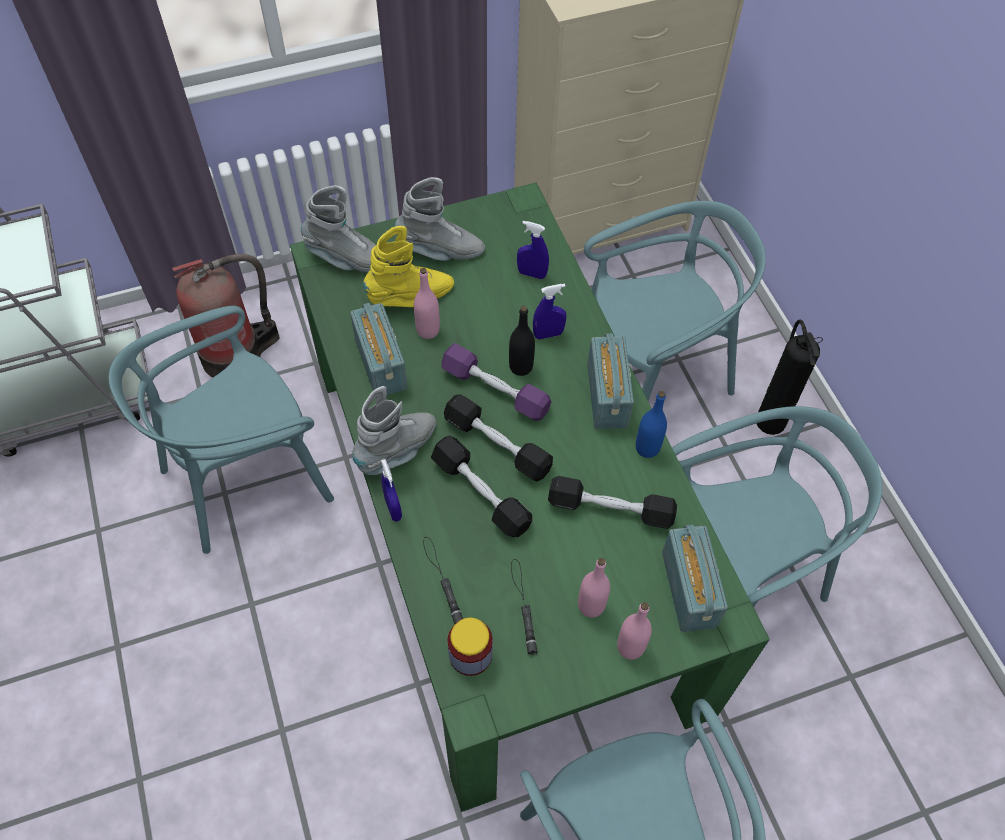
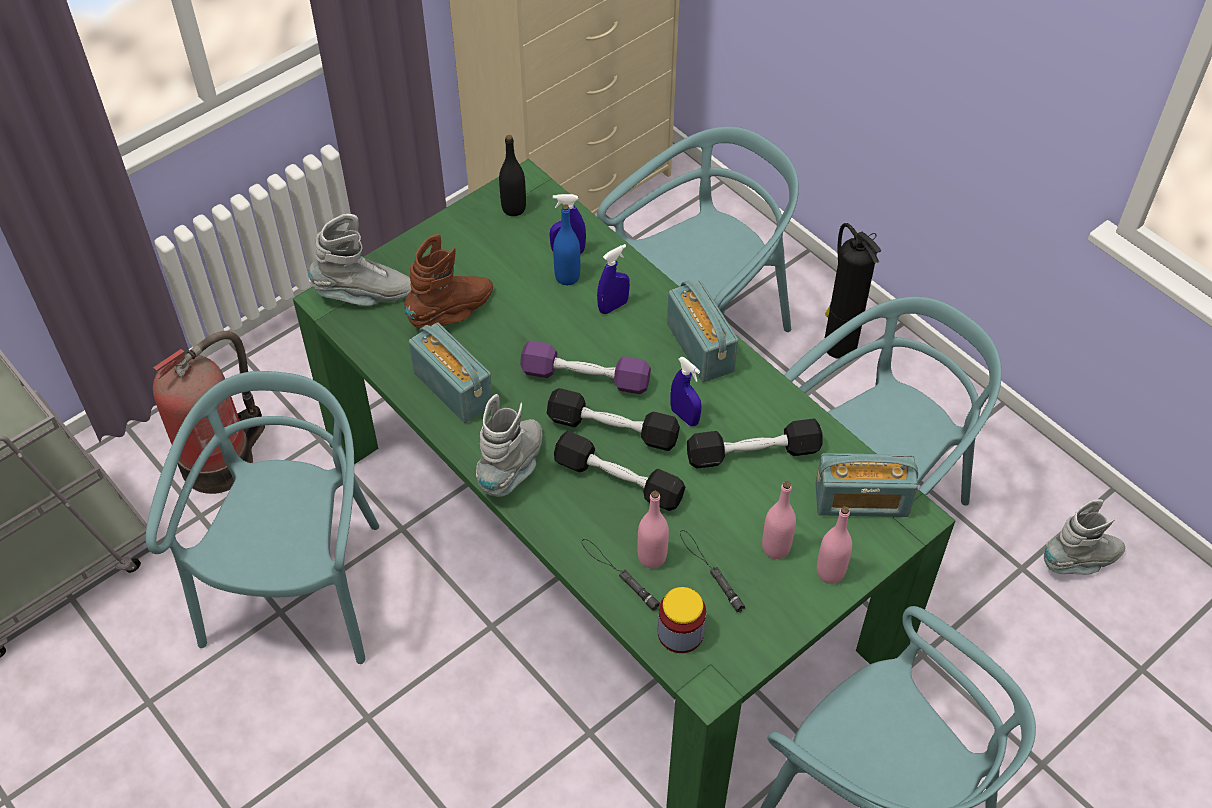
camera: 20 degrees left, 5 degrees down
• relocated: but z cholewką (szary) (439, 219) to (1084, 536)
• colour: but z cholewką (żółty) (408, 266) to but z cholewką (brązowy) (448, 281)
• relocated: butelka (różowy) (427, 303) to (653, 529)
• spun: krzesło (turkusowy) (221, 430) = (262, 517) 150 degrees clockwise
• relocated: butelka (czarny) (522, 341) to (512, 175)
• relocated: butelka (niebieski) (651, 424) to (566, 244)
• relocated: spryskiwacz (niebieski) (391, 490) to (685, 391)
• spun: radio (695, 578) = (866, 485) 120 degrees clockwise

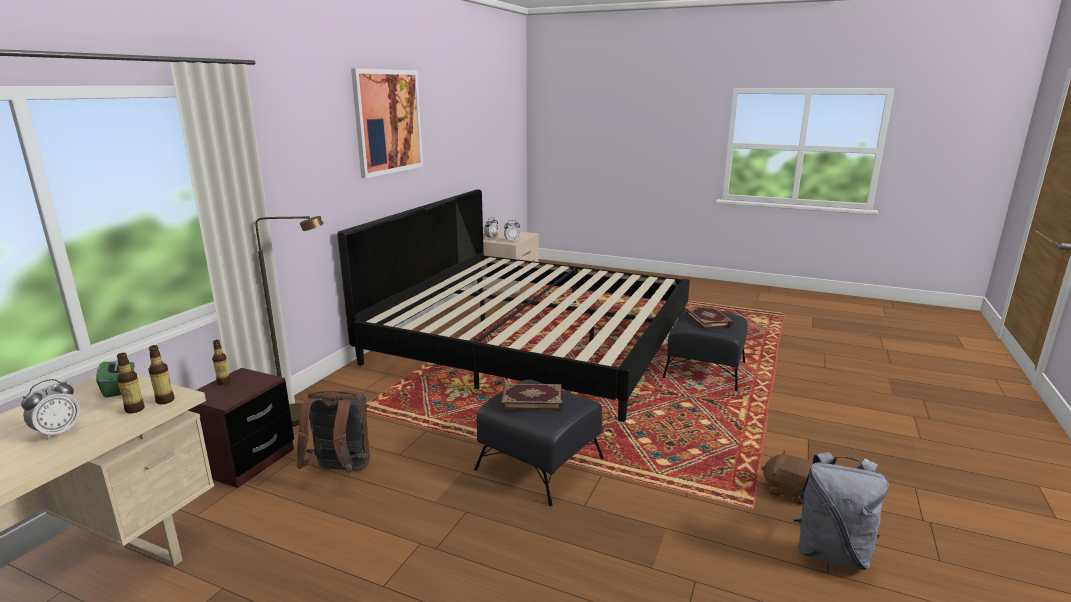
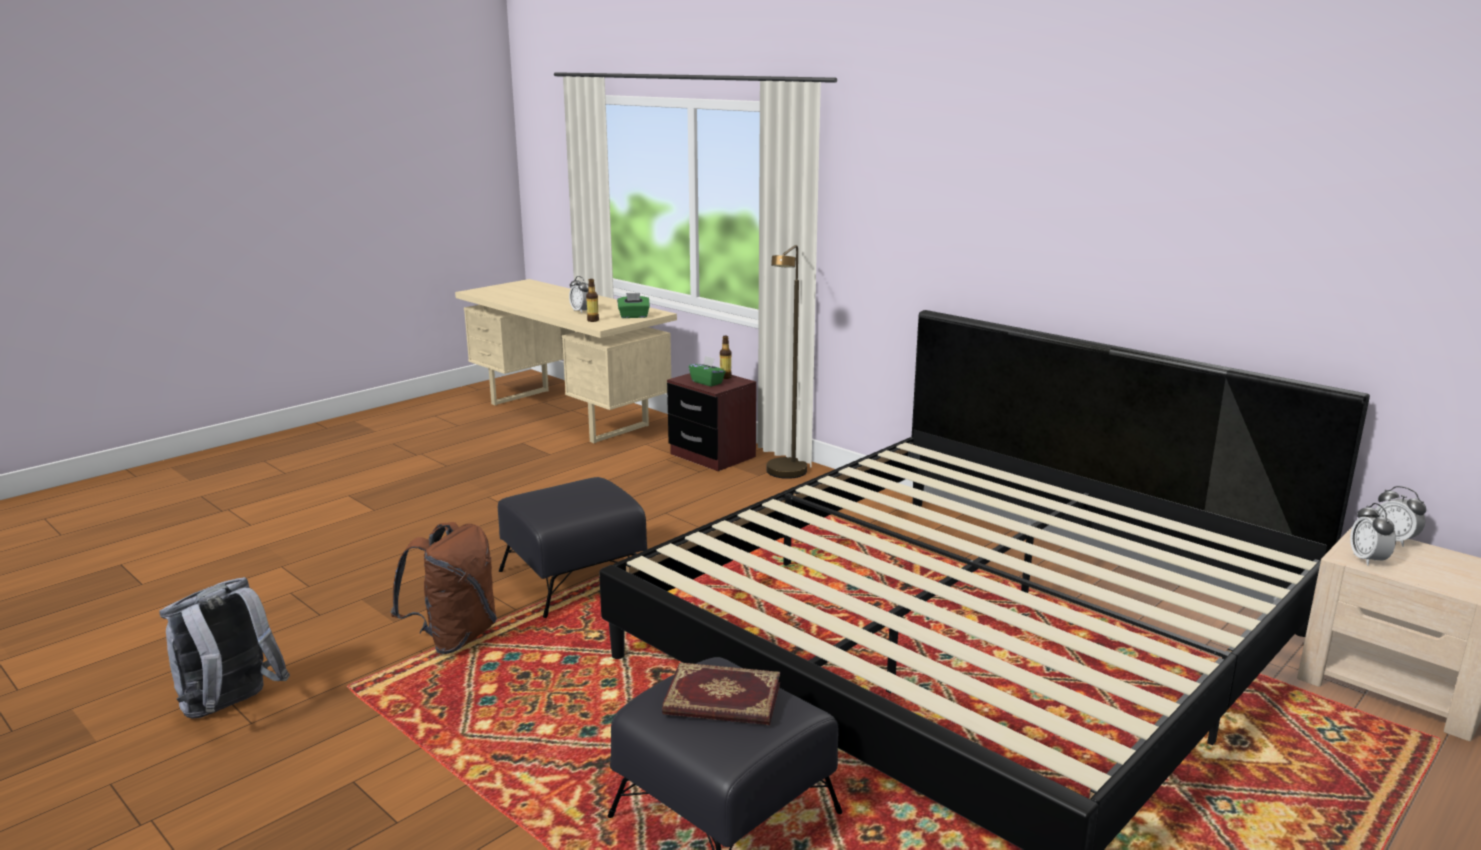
camera: 110 degrees right, 0 degrees up
• missing: obraz (387, 123)
• missing: butelka (161, 374)
• missing: książka (531, 396)
• relocated: plecak (brązowy) (333, 432) to (444, 588)
• missing: pluszak (brązowy) (787, 478)
• appeared: pudełko chusteczek (zielony) (707, 371)

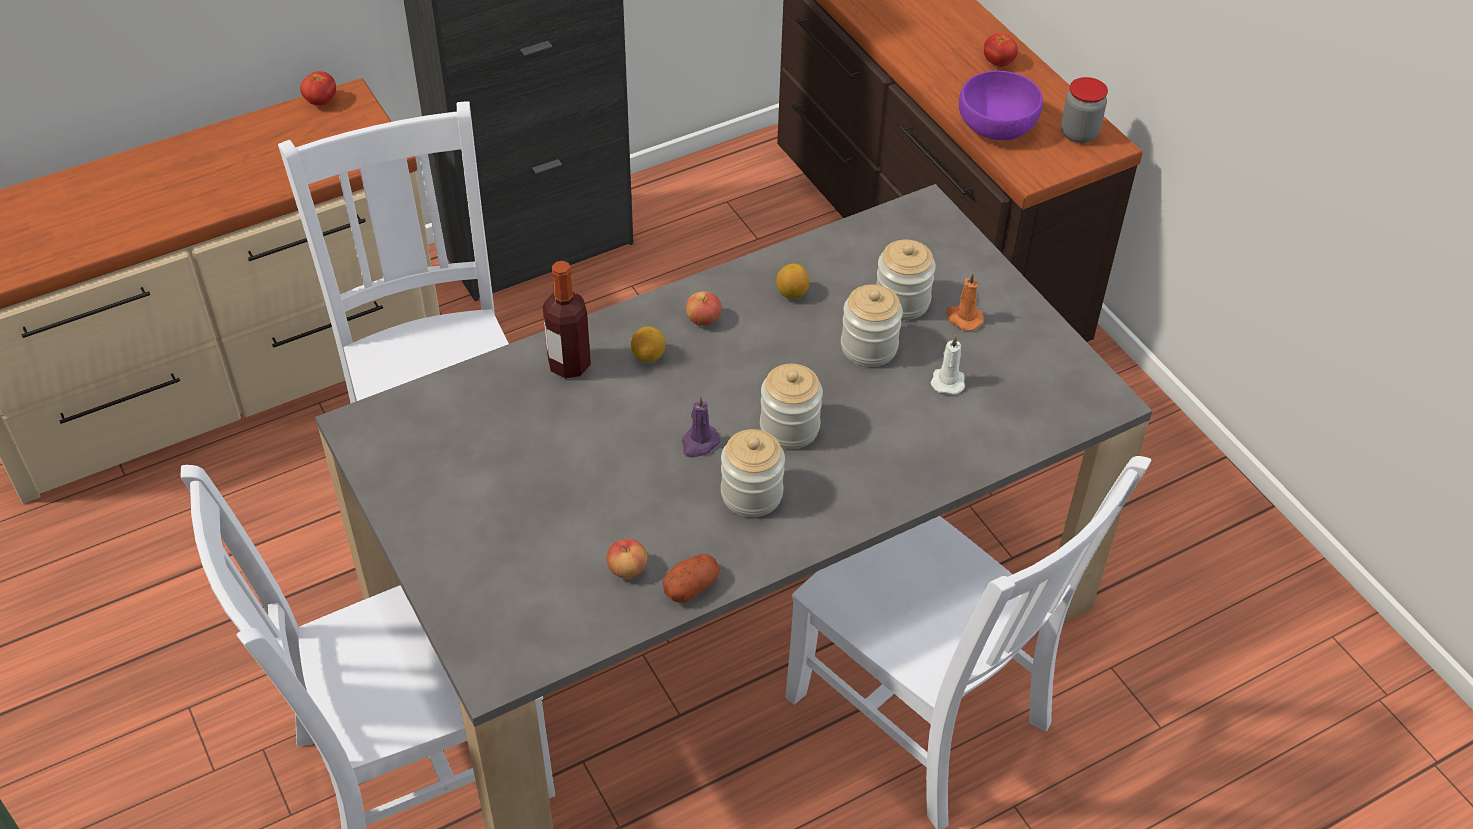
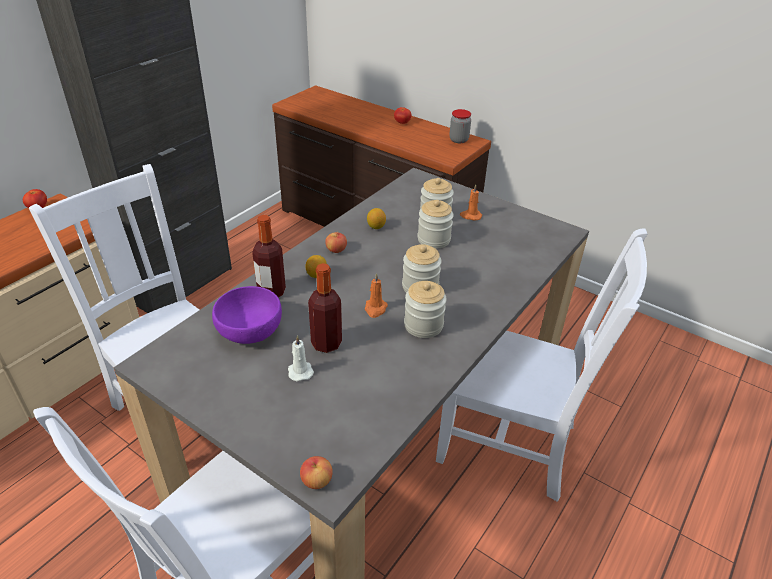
camera: 25 degrees left, 10 degrees down
• relocated: miska (fioletowy) (1001, 105) to (247, 315)
• relocated: świeca (biały) (948, 365) to (301, 358)
• colour: świeca (fioletowy) (701, 427) to świeca (pomarańczowy) (376, 295)
• relocated: jabłko (627, 558) to (316, 472)
• missing: ziemniak (691, 578)
• appeared: butelka (325, 308)

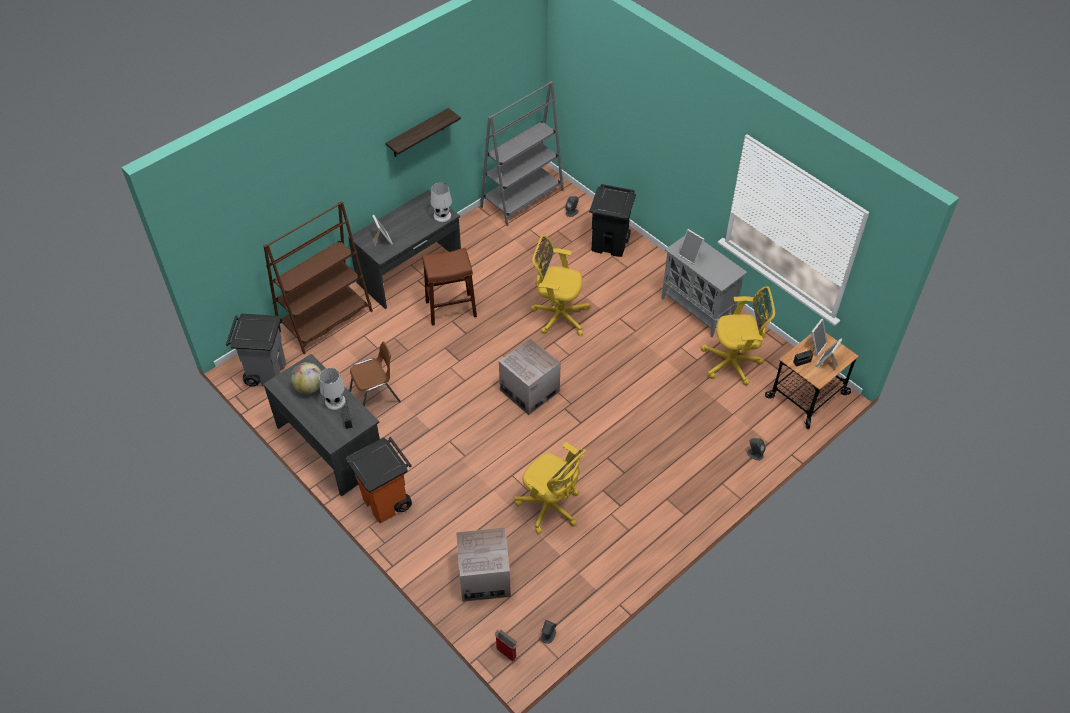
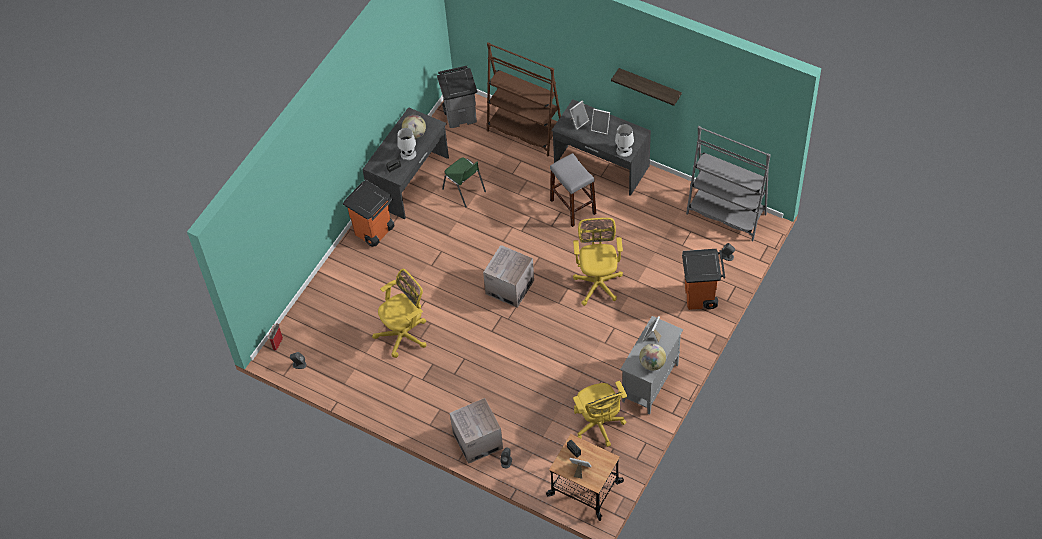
camera: 75 degrees right, 5 degrees up
• colour: kosz na śmieci (czarny) (612, 220) to kosz na śmieci (pomarańczowy) (703, 279)
• colour: stołek (brązowy) (449, 286) to stołek (szary) (573, 190)
• relocated: ramka na zdjęcie (815, 337) to (600, 121)
• colour: krzesło (brązowy) (375, 374) to krzesło (zielony) (464, 183)
• spun: krzesło biurowe (żółty) (550, 488) = (399, 313) 150 degrees counterclockwise
• relocated: karton (483, 565) to (476, 431)
• appeared: globus (652, 357)

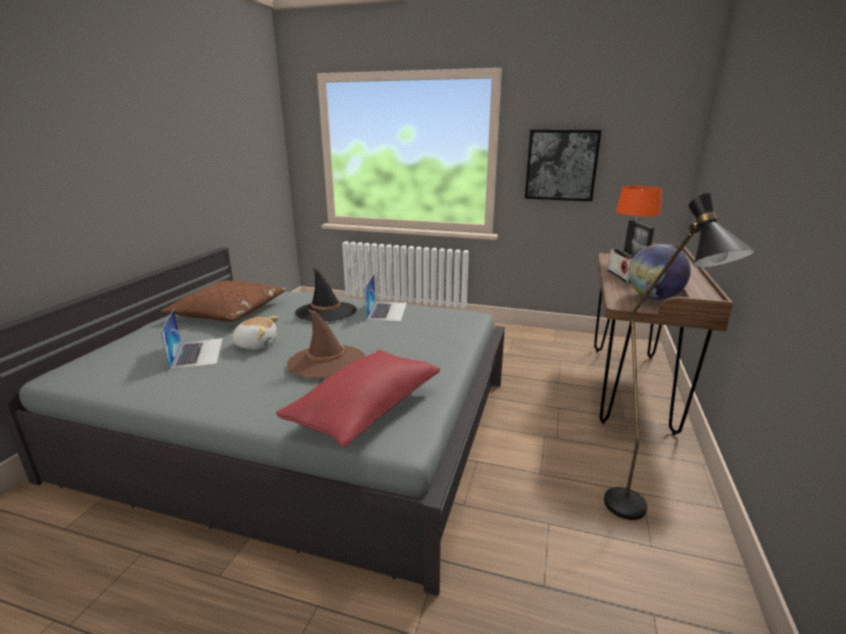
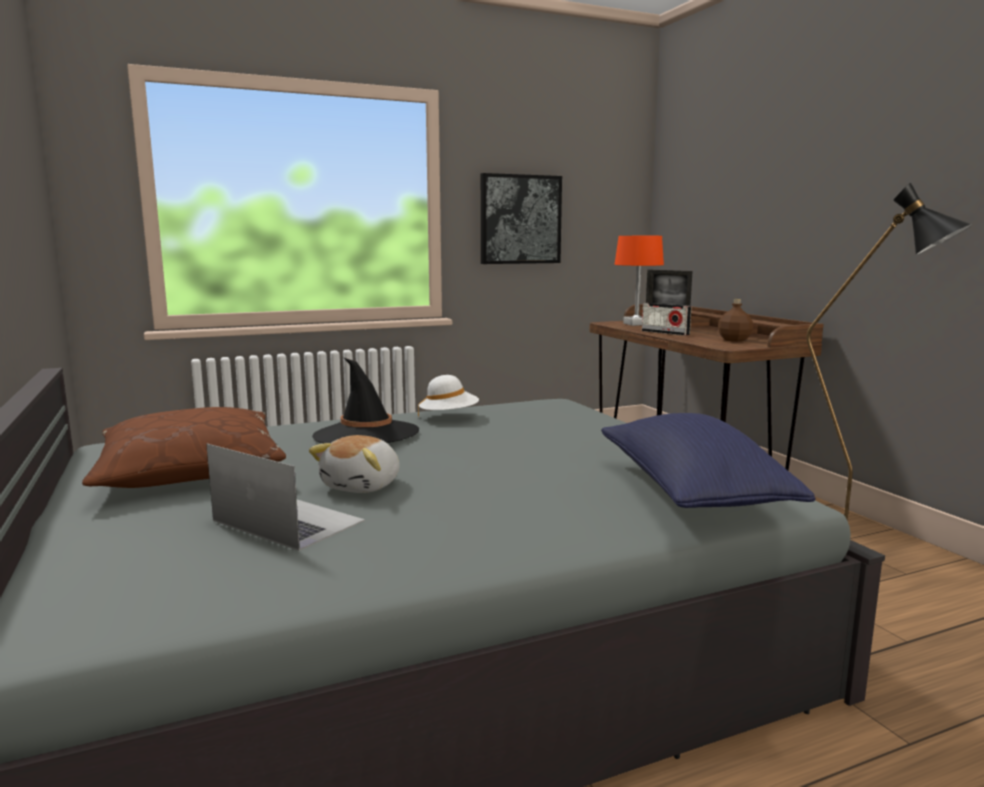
camera: 40 degrees left, 10 degrees down
• exchanged: globus (660, 272) to butelka (brązowy) (735, 320)
• exchanged: laptop (385, 298) to kapelusz (biały) (448, 396)
• missing: kapelusz (brązowy) (326, 343)
• spun: pluszak (254, 333) = (354, 464) 150 degrees clockwise
• colour: poduszka (czerwony) (358, 399) to poduszka (niebieski) (708, 460)

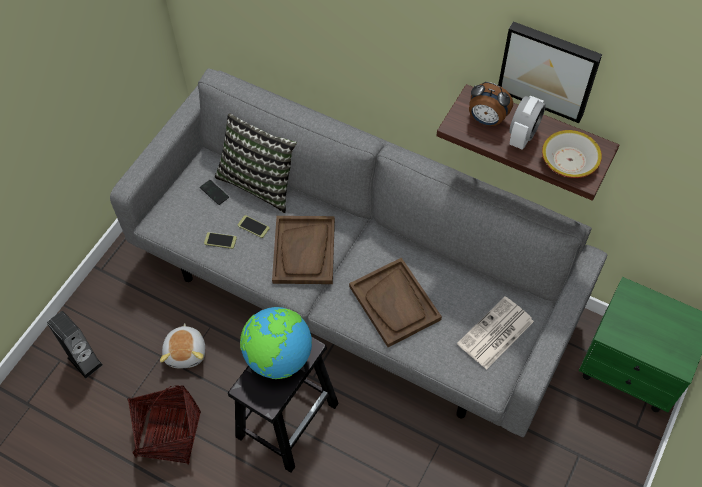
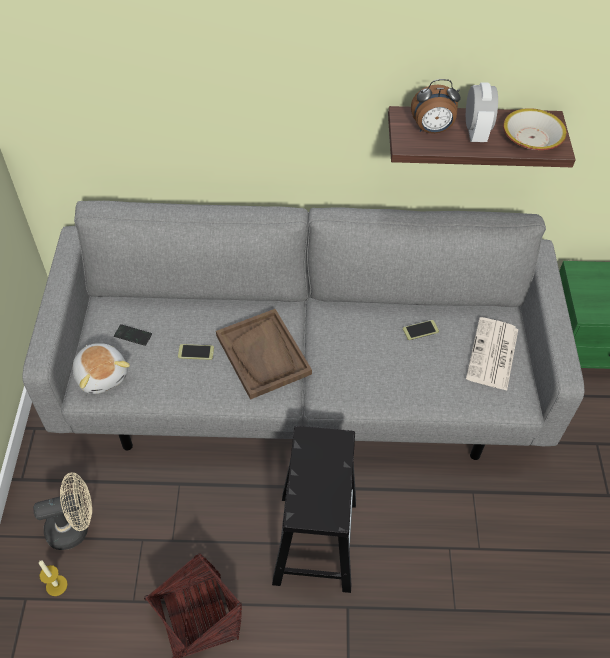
camera: 30 degrees left, 5 degrees down
• missing: obraz (550, 72)
• missing: poduszka (256, 163)
• relocated: telefon (220, 240) to (421, 330)
• missing: taca (brązowy) (395, 302)
• missing: globus (276, 343)
• exchanged: głośnik (75, 345) to świeca (53, 578)
• relocated: pluszak (182, 345) to (101, 368)
• appeared: wentylator (beżowy) (62, 511)

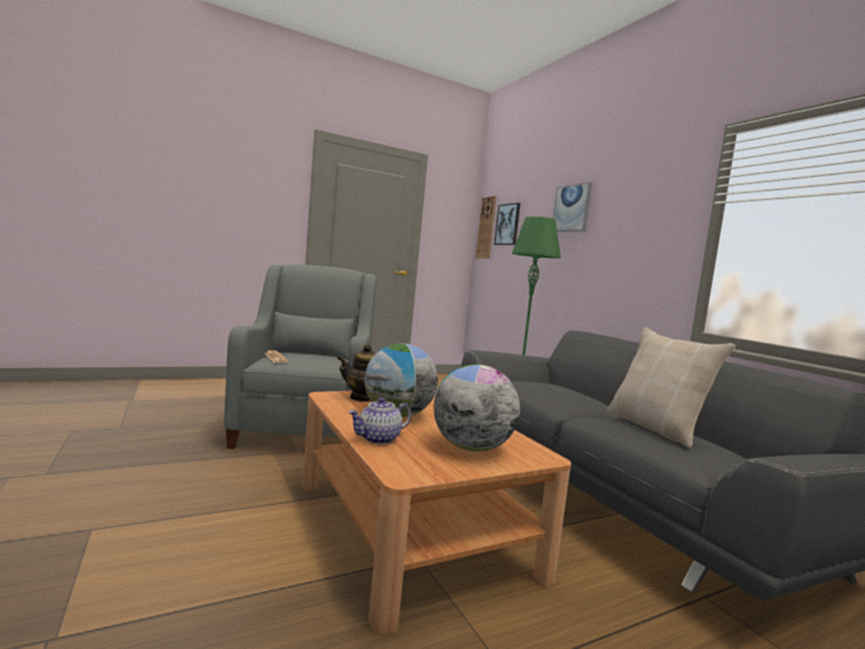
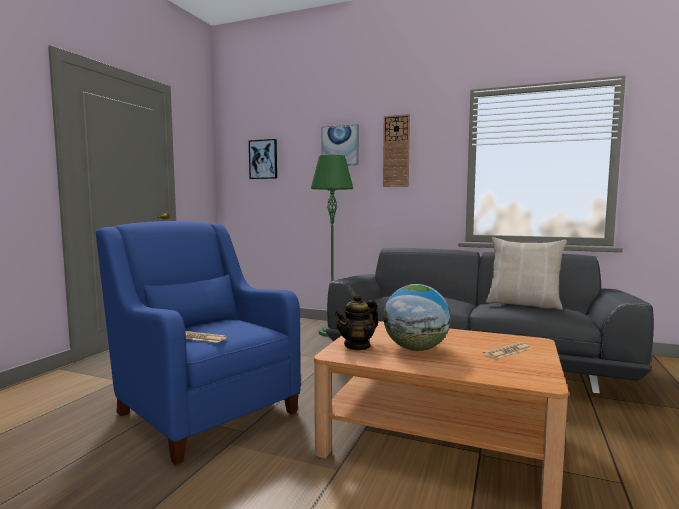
camera: 40 degrees left, 0 degrees up
• relocated: zegar ścienny (486, 227) to (396, 150)
• colour: fotel (szary) (300, 356) to fotel (niebieski) (198, 343)
• exchanged: globus (477, 408) to gazeta (507, 350)
• missing: imbryk (380, 420)

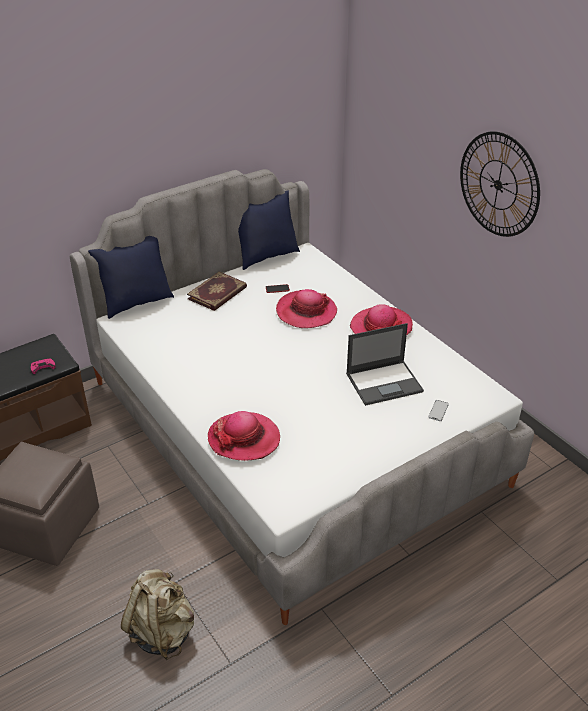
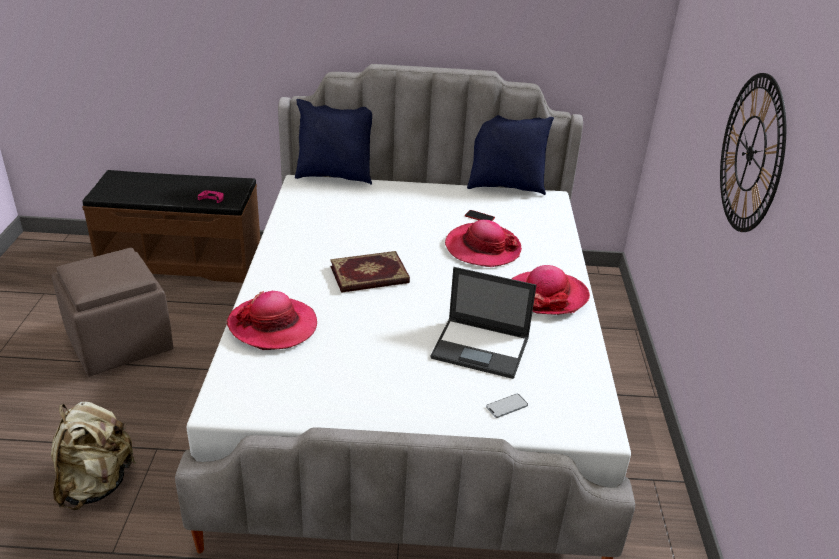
camera: 35 degrees right, 5 degrees down
• relocated: książka (217, 291) to (370, 272)

